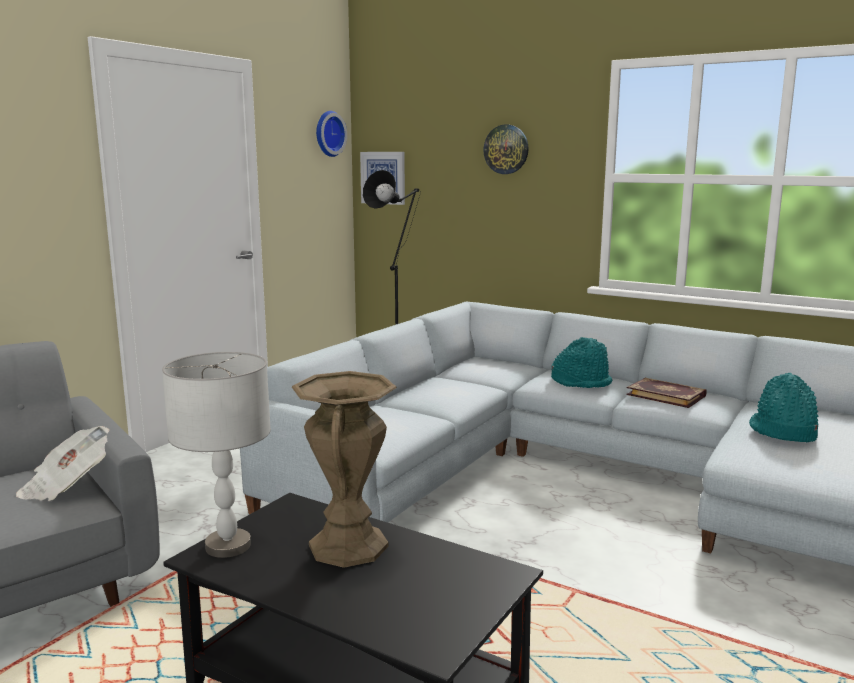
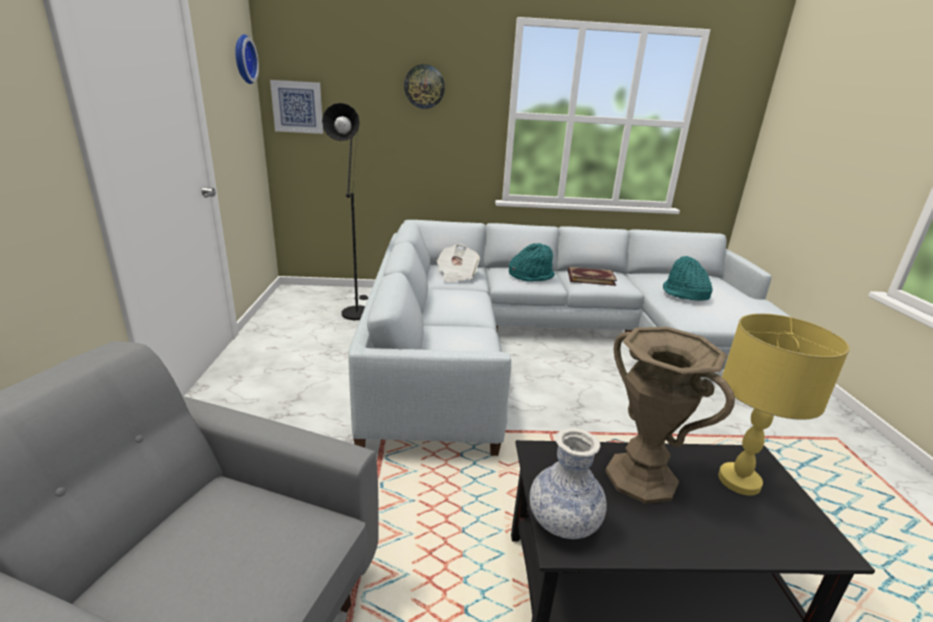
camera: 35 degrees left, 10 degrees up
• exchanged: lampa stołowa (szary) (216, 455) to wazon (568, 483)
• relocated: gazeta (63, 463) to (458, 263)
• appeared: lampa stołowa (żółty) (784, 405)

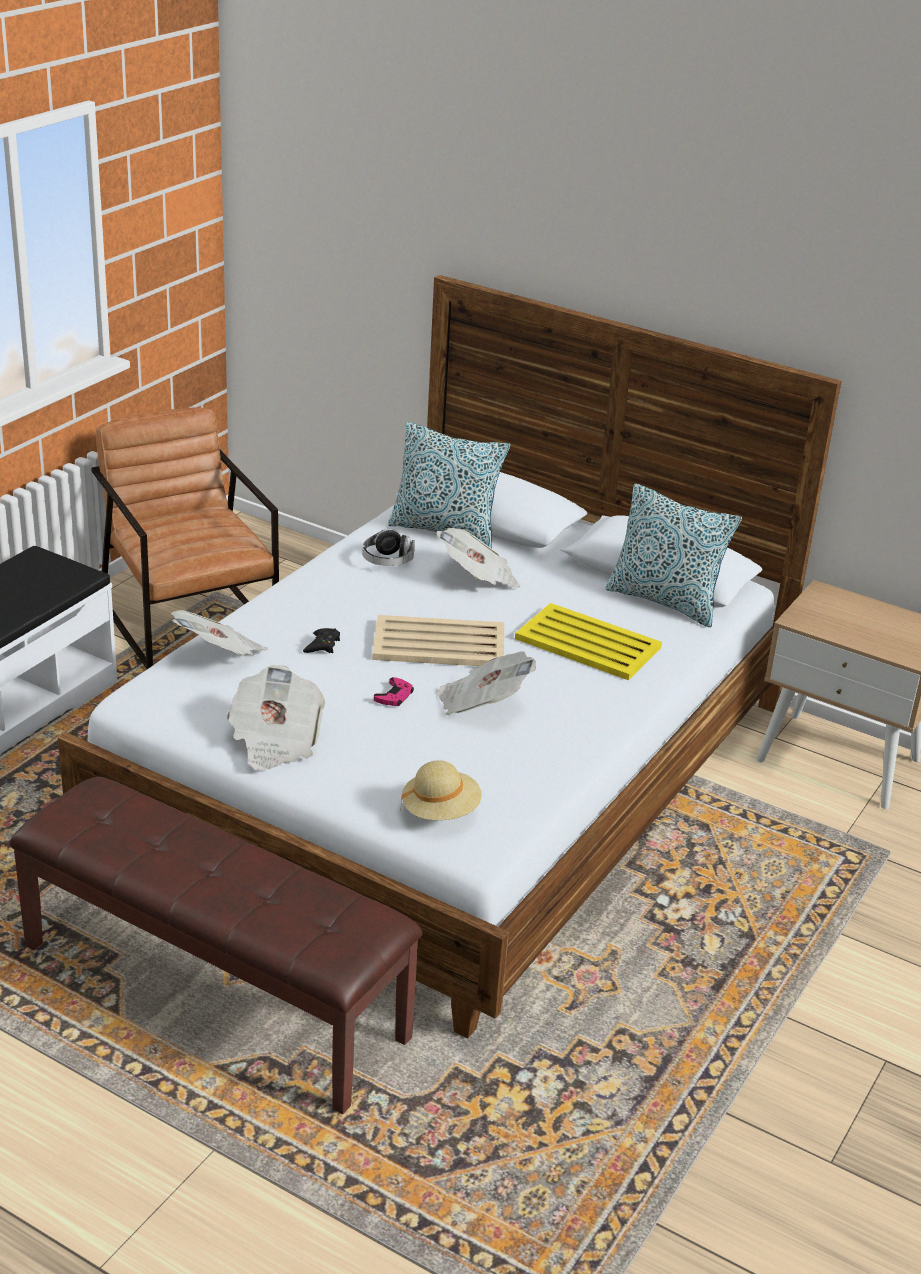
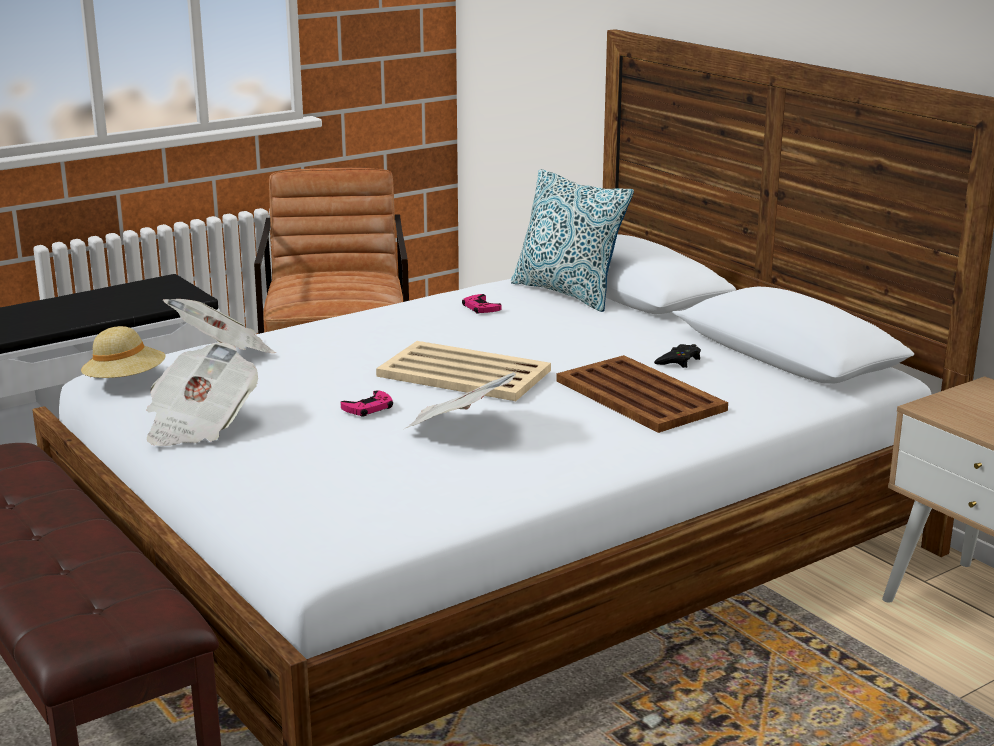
camera: 25 degrees right, 10 degrees down
• missing: poduszka (673, 555)
• missing: gazeta (479, 558)
• exchanged: słuchawki (388, 547) to pad do gier (różowy) (482, 304)
• colour: taca (żółty) (588, 641) to taca (brązowy) (642, 394)
• relocated: pad do gier (czarny) (321, 640) to (677, 356)
• relocated: kapelusz (beżowy) (441, 790) to (123, 352)

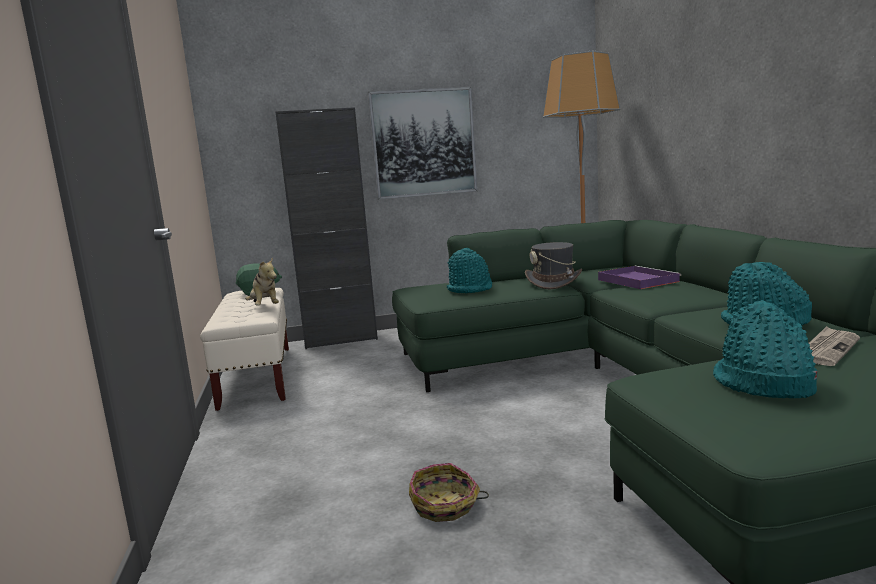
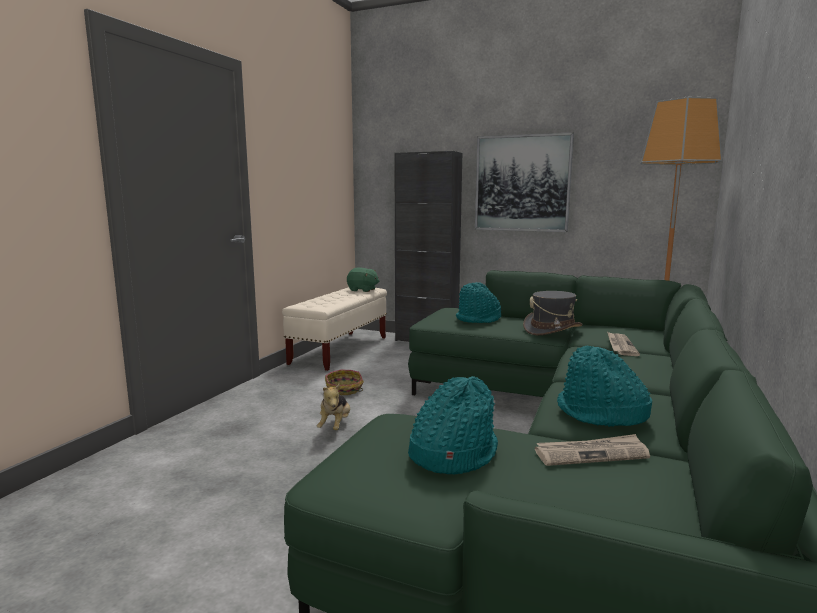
camera: 35 degrees right, 0 degrees up
• relocated: pluszak (262, 281) to (333, 406)
• exchanged: taca (fioletowy) (639, 277) to gazeta (623, 344)
• relocated: koszyk (449, 492) to (344, 382)

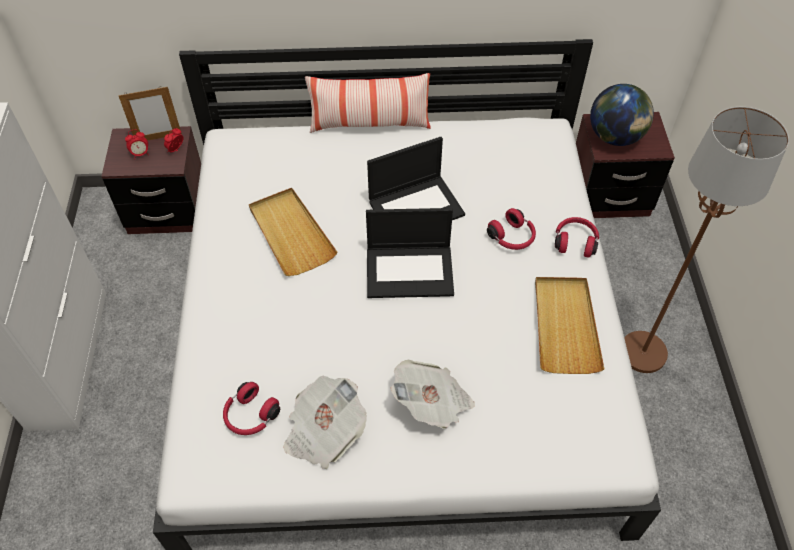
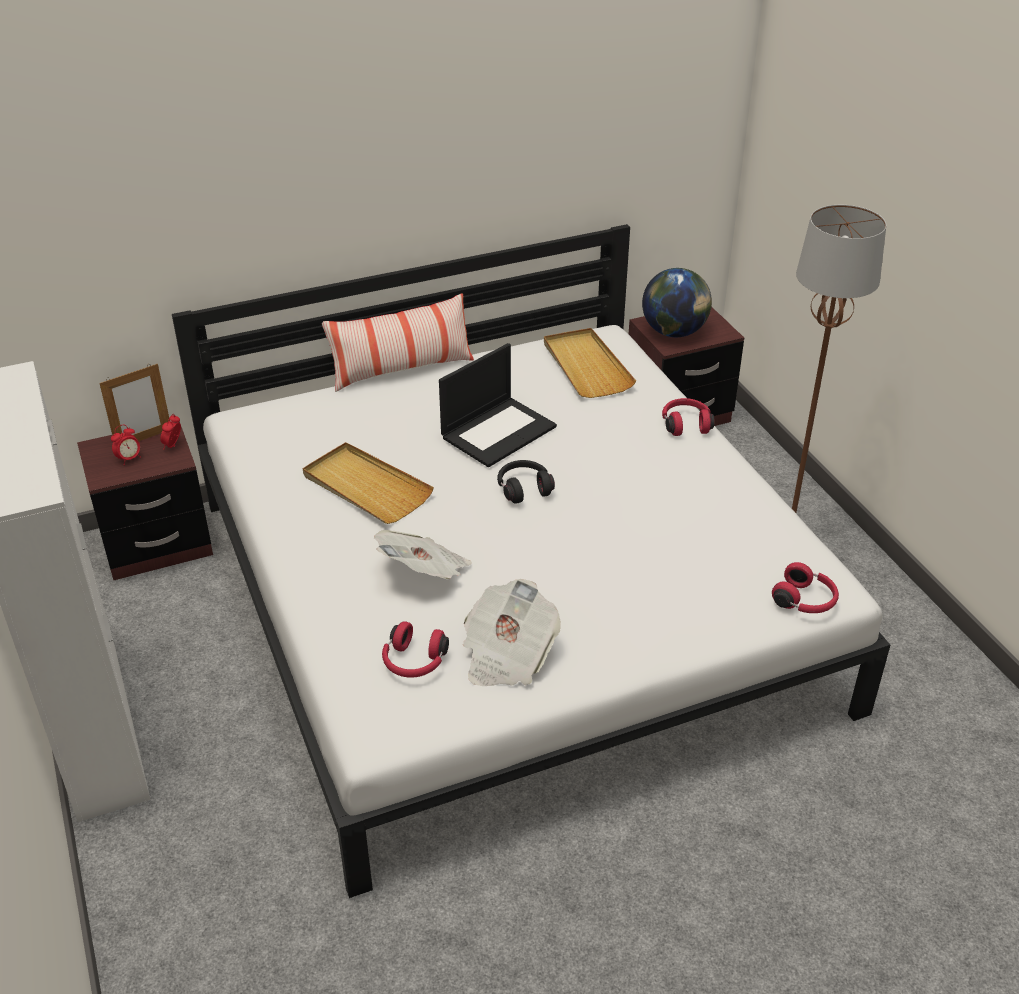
camera: 20 degrees left, 15 degrees down
• exchanged: laptop (410, 253) to słuchawki (czarny) (526, 482)
• relocated: słuchawki (czerwony) (511, 229) to (805, 587)
• relocated: taca (beżowy) (569, 325) to (590, 363)
• relocated: gazeta (432, 394) to (423, 554)

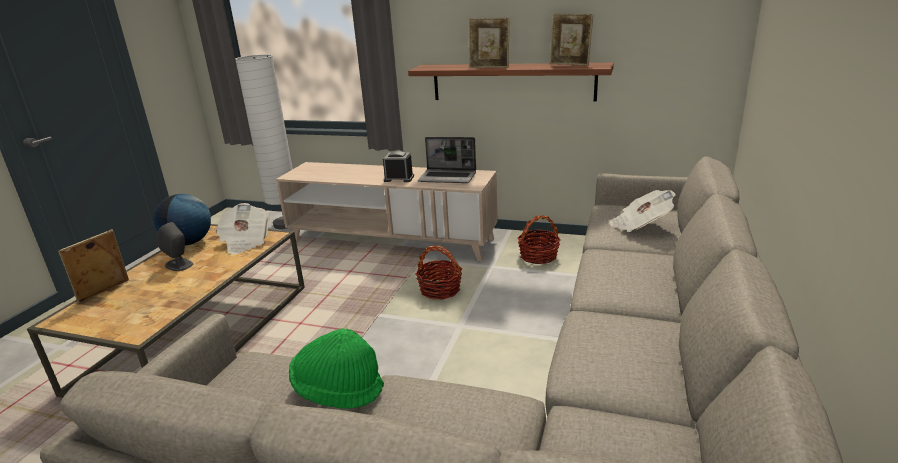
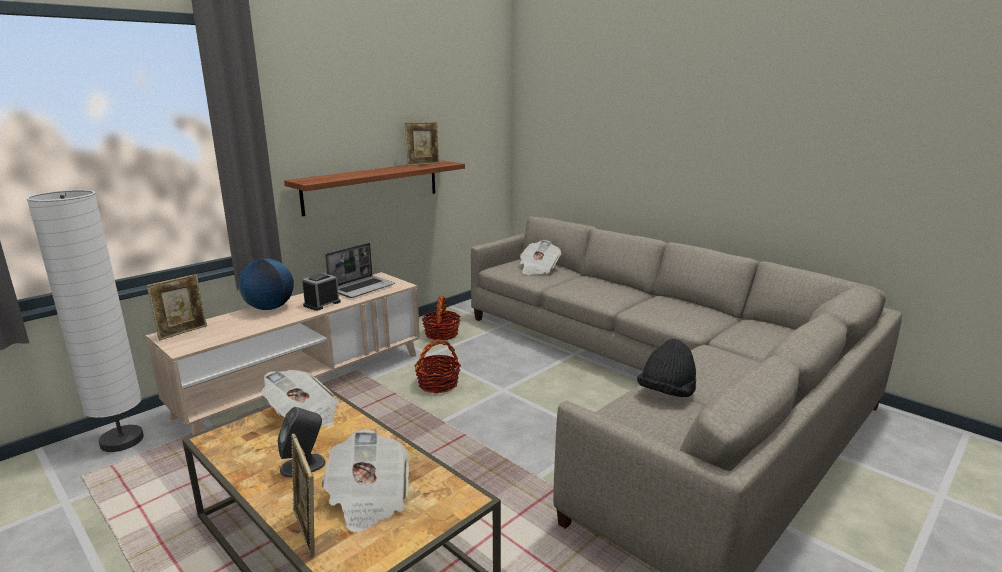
camera: 65 degrees left, 5 degrees down
• relocated: ramka na zdjęcie (489, 43) to (177, 307)
• relocated: globus (182, 220) to (266, 284)
• colour: kapelusz (zielony) (336, 368) to kapelusz (czarny) (666, 368)
• appeared: gazeta (365, 481)

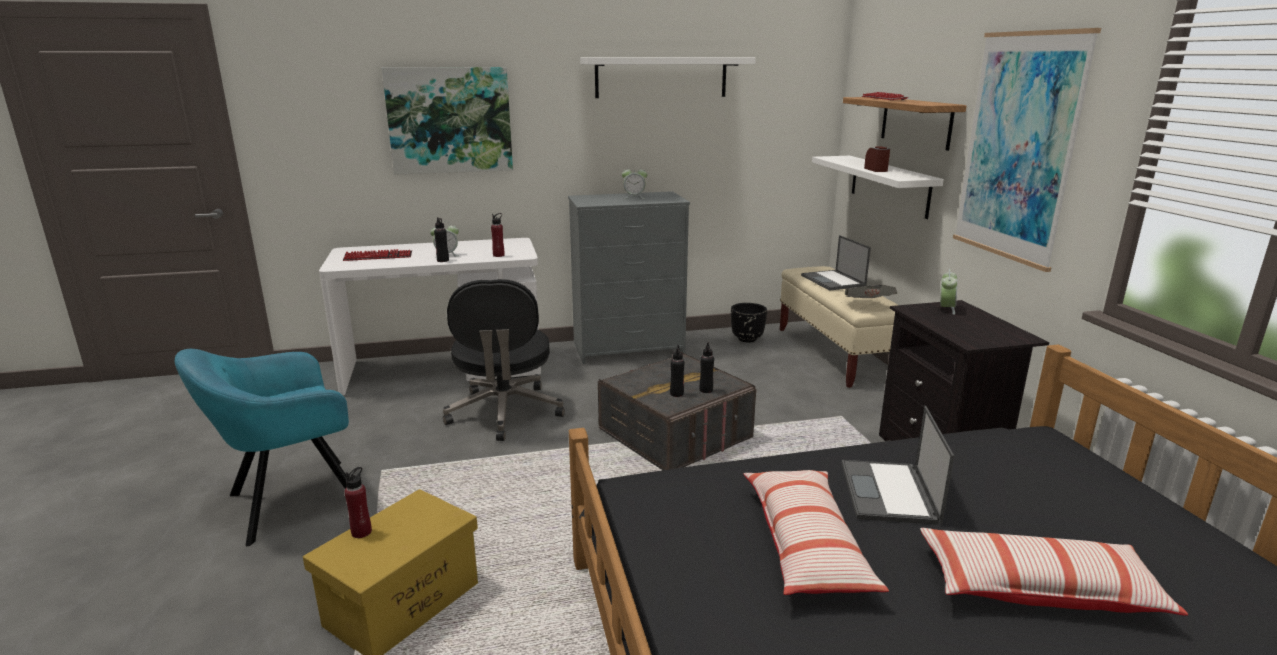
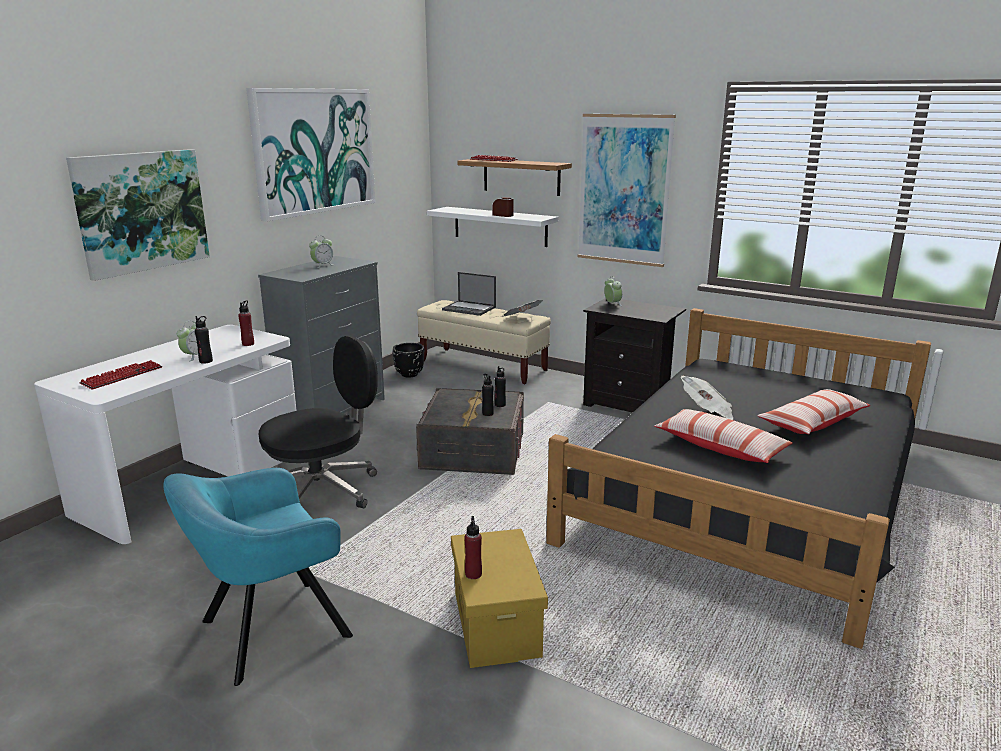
camera: 45 degrees left, 0 degrees up
• exchanged: półka (biały) (668, 77) to obraz (311, 155)
• spun: krzesło biurowe (czarny) (504, 360) = (318, 422) 75 degrees counterclockwise
• spun: fotel (turkusowy) (262, 447) = (258, 577) 45 degrees clockwise
• exchanged: laptop (897, 465) to gazeta (707, 398)

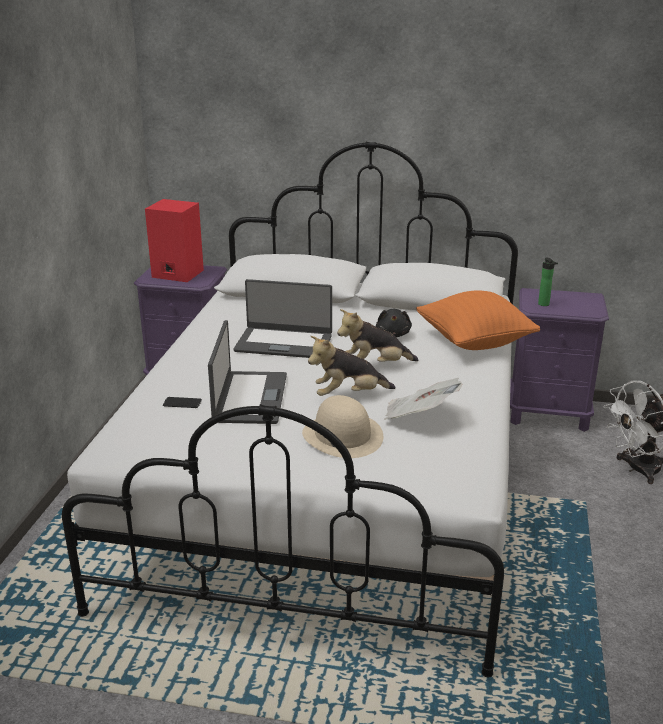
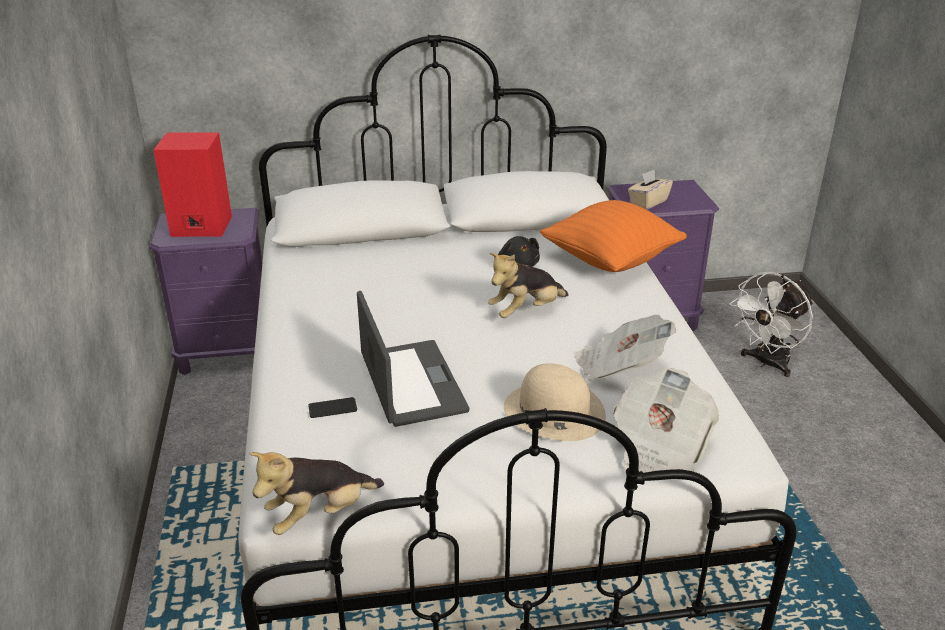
camera: 20 degrees left, 5 degrees up
• exchanged: butelka (548, 281) to pudełko chusteczek (beżowy) (650, 189)
• missing: laptop (283, 318)
• relocated: pluszak (352, 366) to (316, 493)
• appeared: gazeta (666, 420)

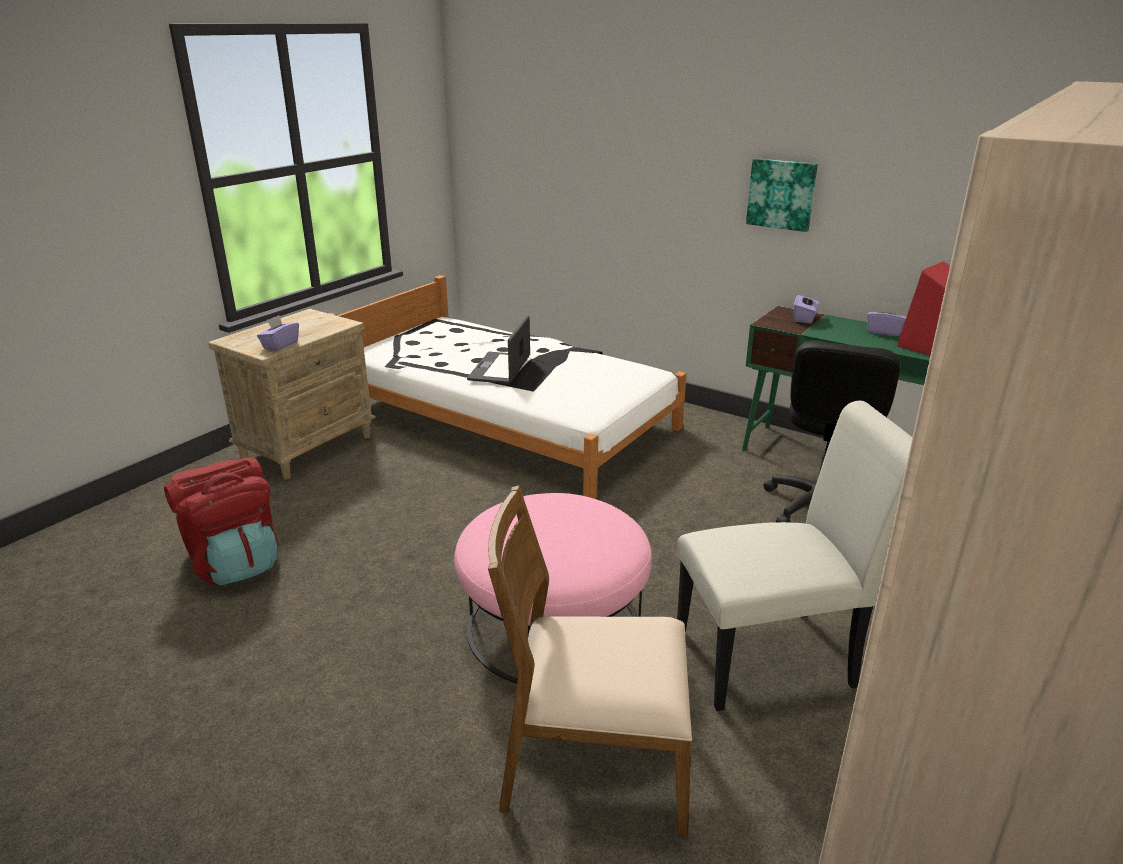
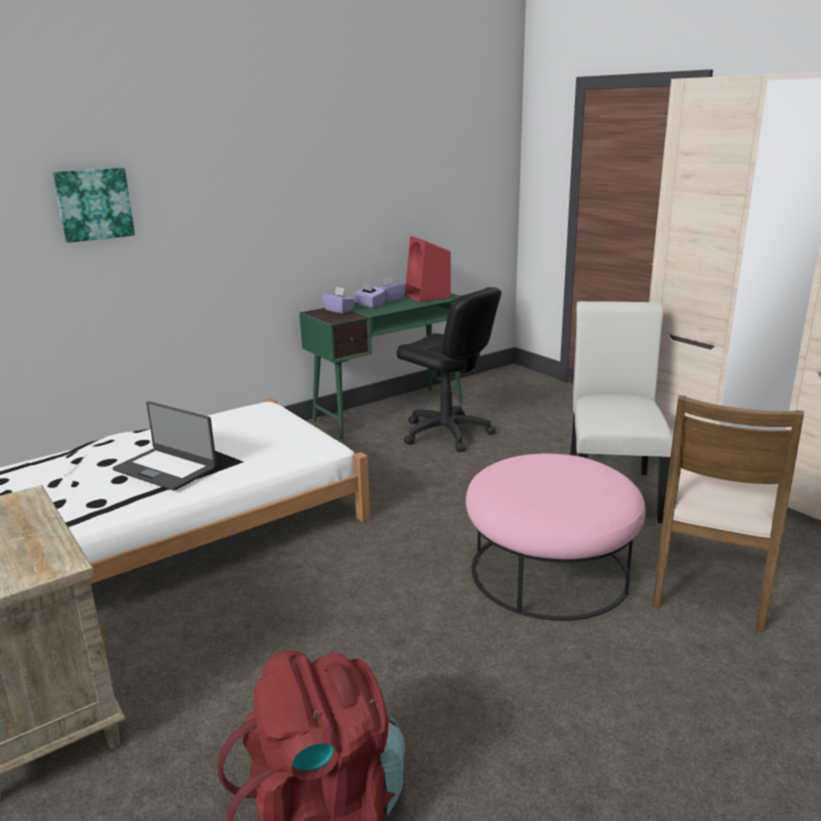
camera: 70 degrees left, 5 degrees down
• relocated: obraz (782, 195) to (94, 205)
• relocated: pudełko chusteczek (fioletowy) (278, 333) to (369, 295)

